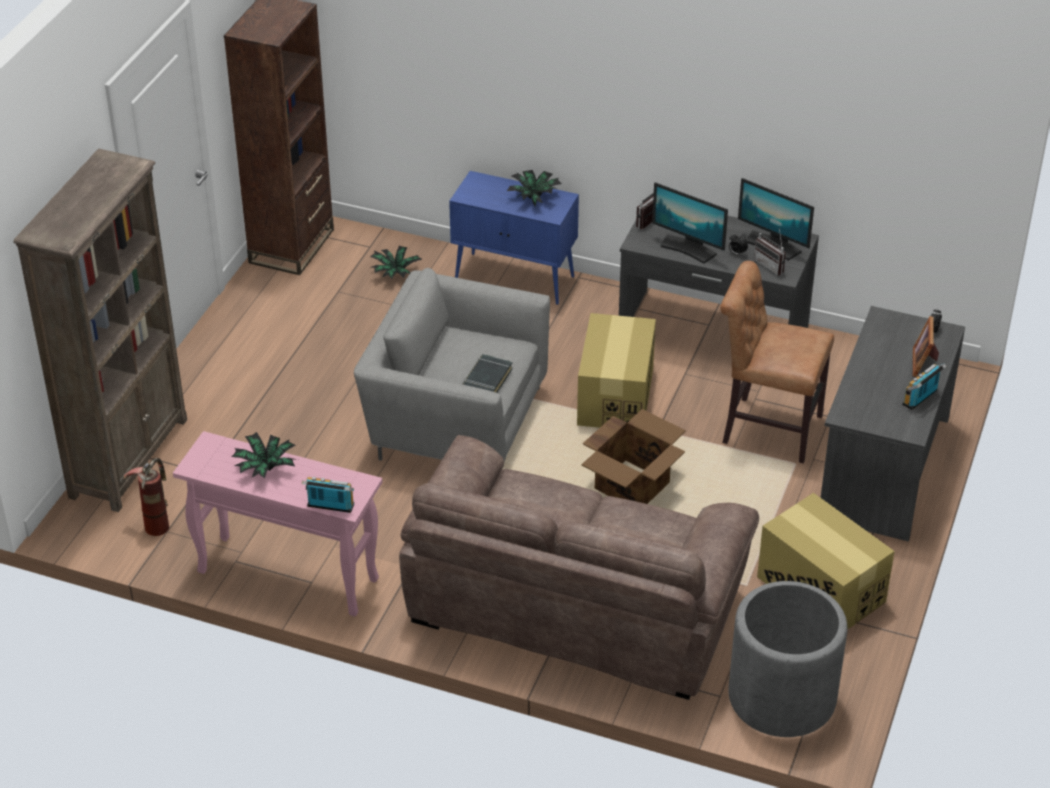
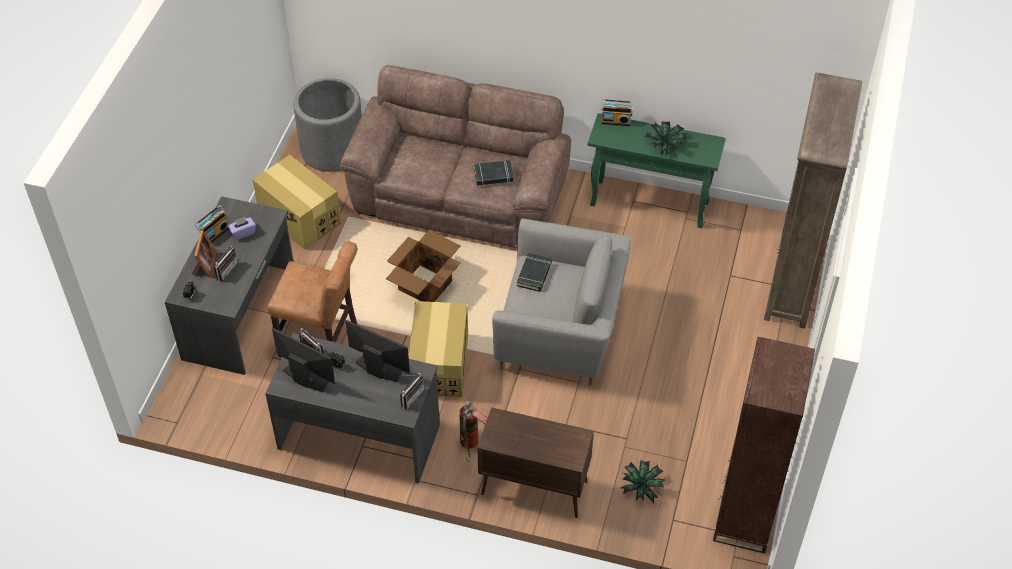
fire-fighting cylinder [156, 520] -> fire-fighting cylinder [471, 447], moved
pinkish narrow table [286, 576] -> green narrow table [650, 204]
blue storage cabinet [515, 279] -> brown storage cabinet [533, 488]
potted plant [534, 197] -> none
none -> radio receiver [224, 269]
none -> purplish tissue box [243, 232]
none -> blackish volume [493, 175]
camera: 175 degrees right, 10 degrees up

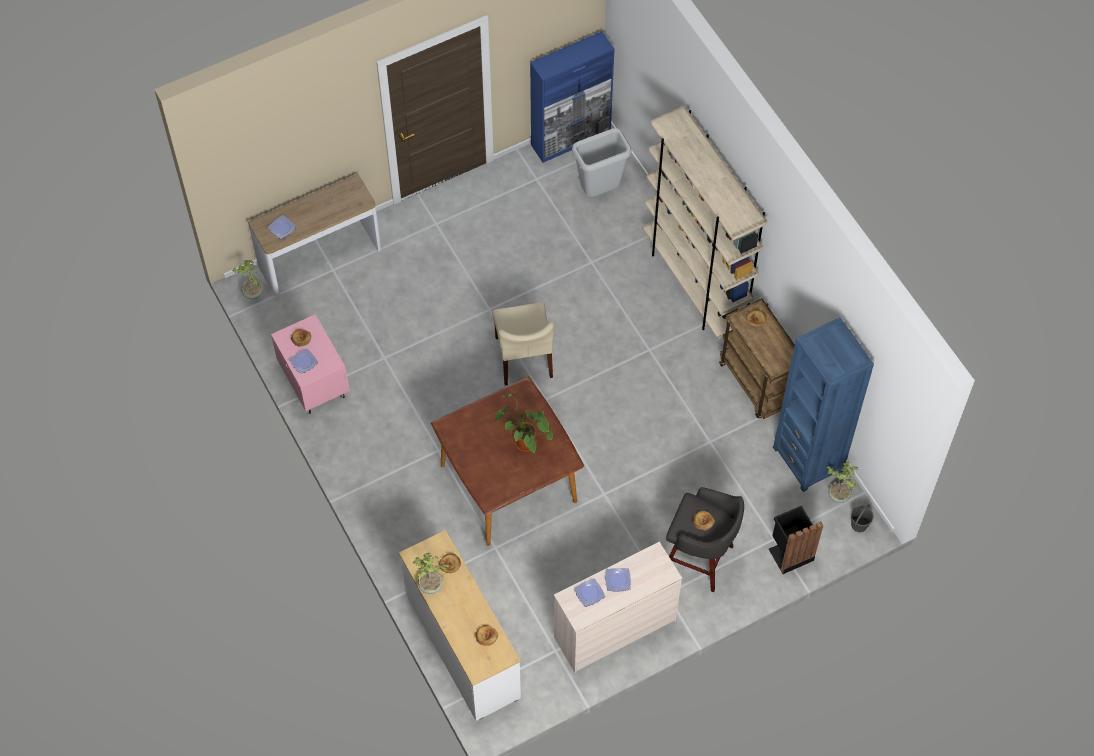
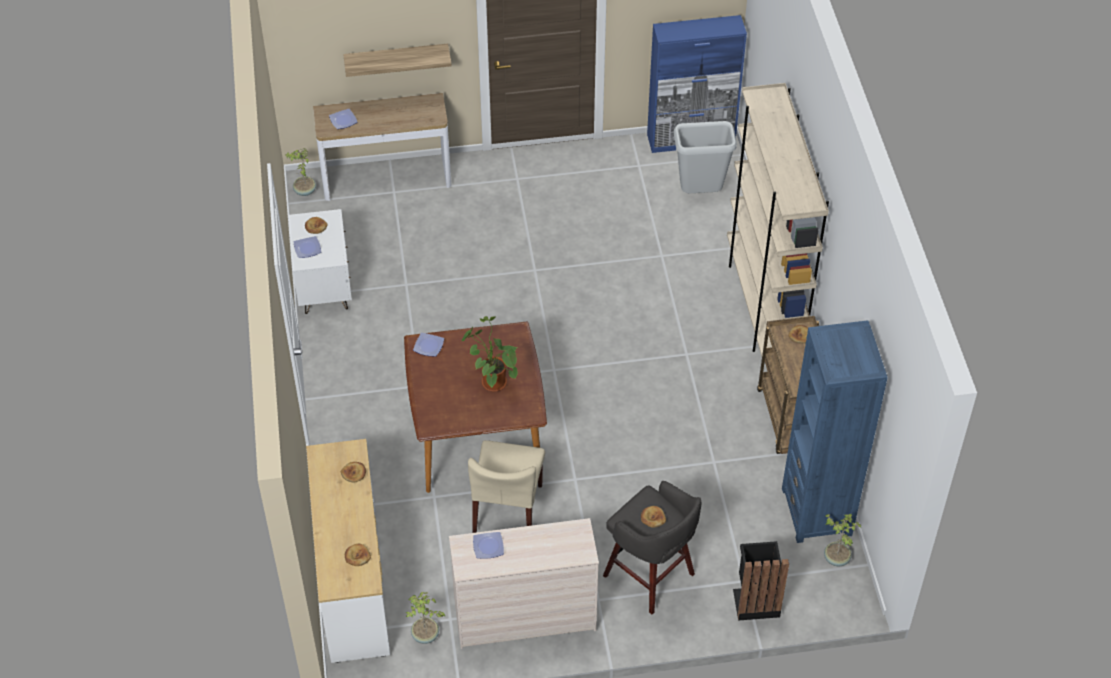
pinkish nightstand [314, 384] -> white nightstand [324, 288]
potted plant [430, 586] -> potted plant [425, 636], moved
beige-coloured upright chair [524, 357] -> beige-coloured upright chair [508, 509], moved
flat dish [617, 580] -> flat dish [428, 346], moved
grey water bucket [859, 525] -> none
none -> wall shelf [396, 59]
camera: 20 degrees right, 10 degrees down

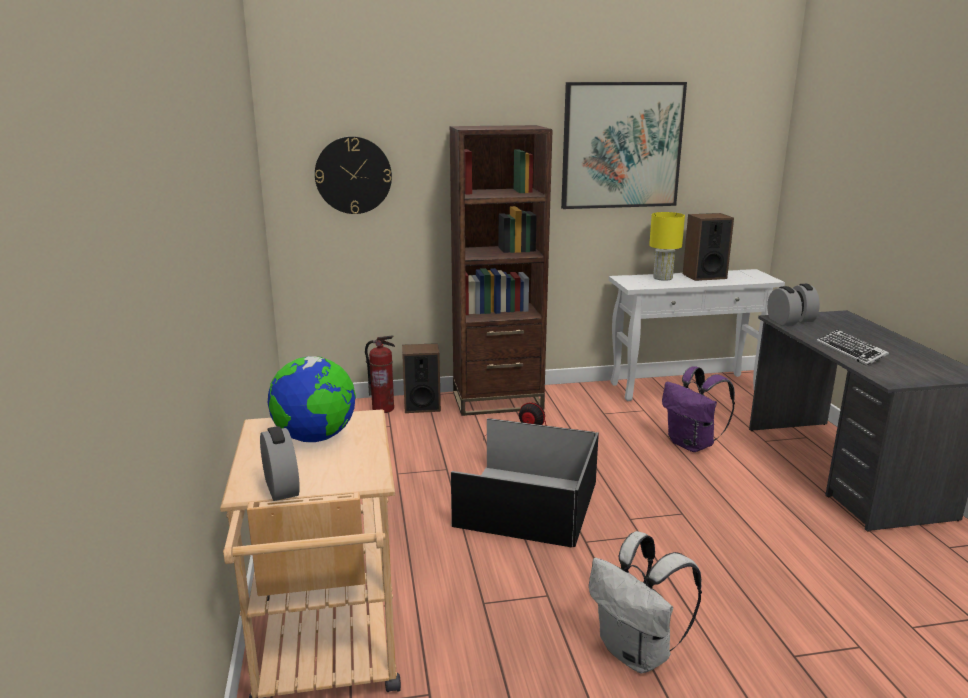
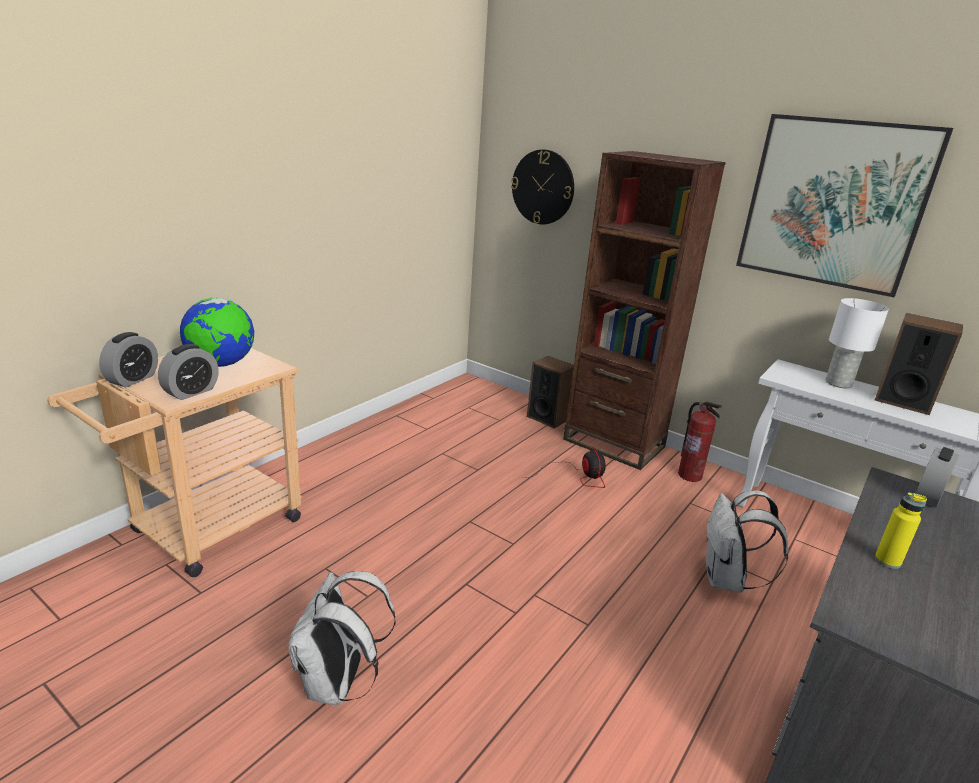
fire-fighting cylinder [383, 408] -> fire-fighting cylinder [690, 475], moved
blackish storage bin [527, 502] -> none
yellow lamp for a table [663, 278] -> white lamp for a table [839, 383]
purplish knapsack [692, 445] -> white knapsack [726, 580]
table clock [782, 321] -> table clock [191, 392], moved
computer keyboard [850, 352] -> yellow bottle [887, 561]
camera: 45 degrees right, 5 degrees up

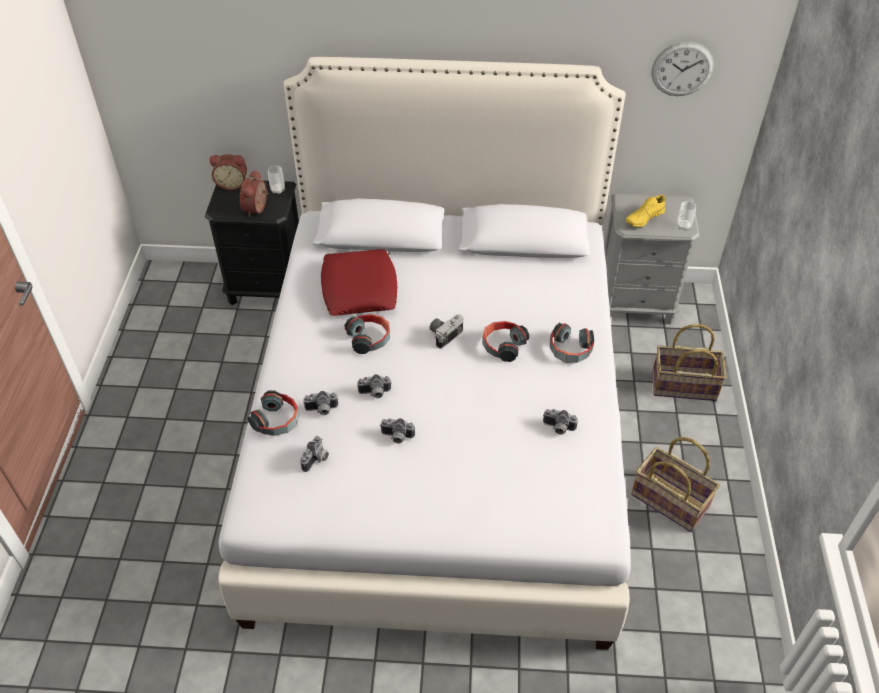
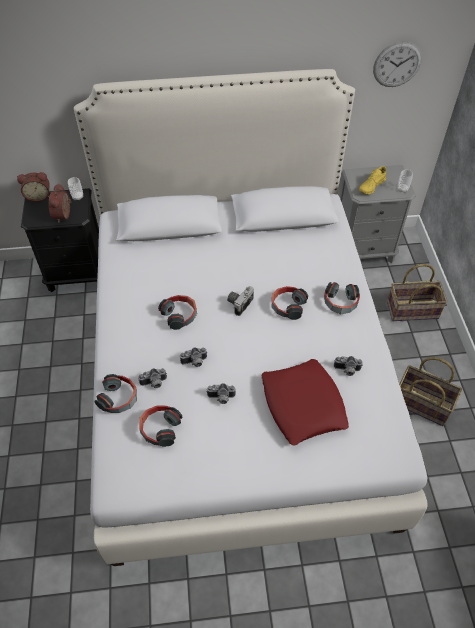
photo camera [317, 460] -> headphones [160, 428]
red throw pillow [359, 288] -> red throw pillow [302, 404], moved
camera: 10 degrees left, 5 degrees up

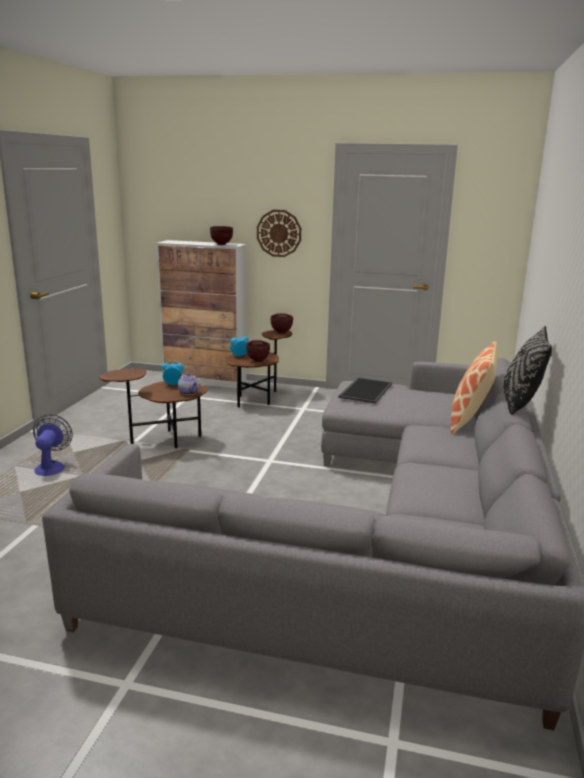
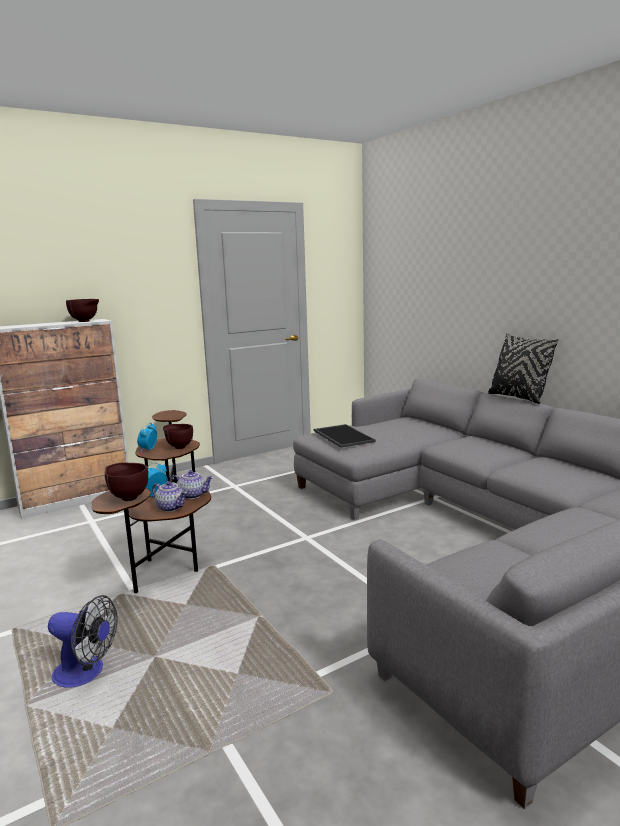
electric fan [51, 466] -> electric fan [86, 673], 150 degrees clockwise
wall clock [279, 233] -> none
brown bowl [281, 332] -> brown bowl [128, 497], moved
throw pillow [470, 420] -> none
none -> pot for tea [171, 507]
camera: 45 degrees left, 5 degrees down

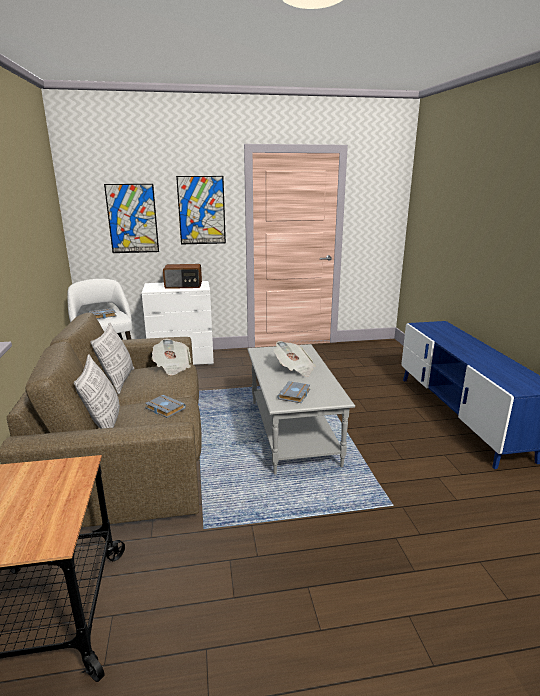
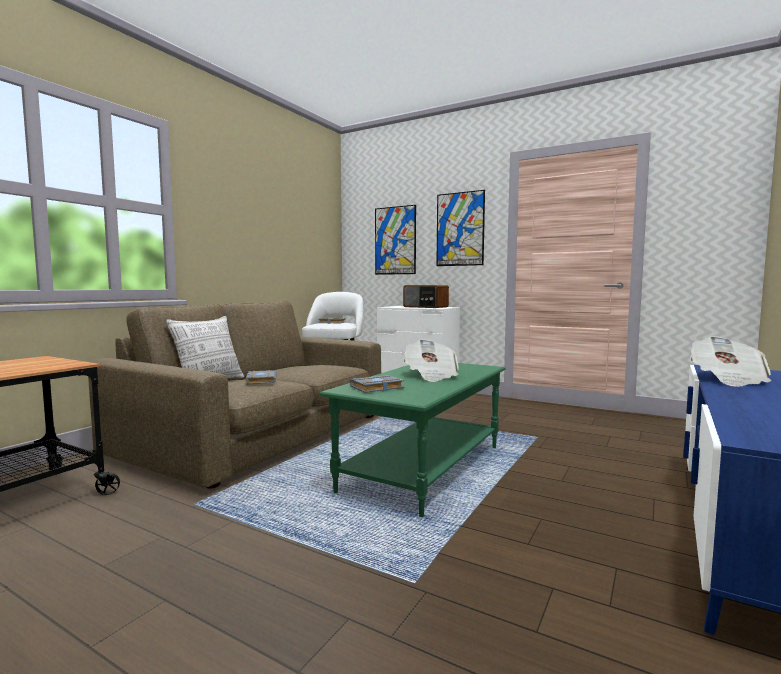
throw pillow [118, 381] -> none
daily paper [172, 367] -> daily paper [727, 380], moved
grey coffee table [291, 431] -> green coffee table [423, 467]
camera: 40 degrees right, 15 degrees down

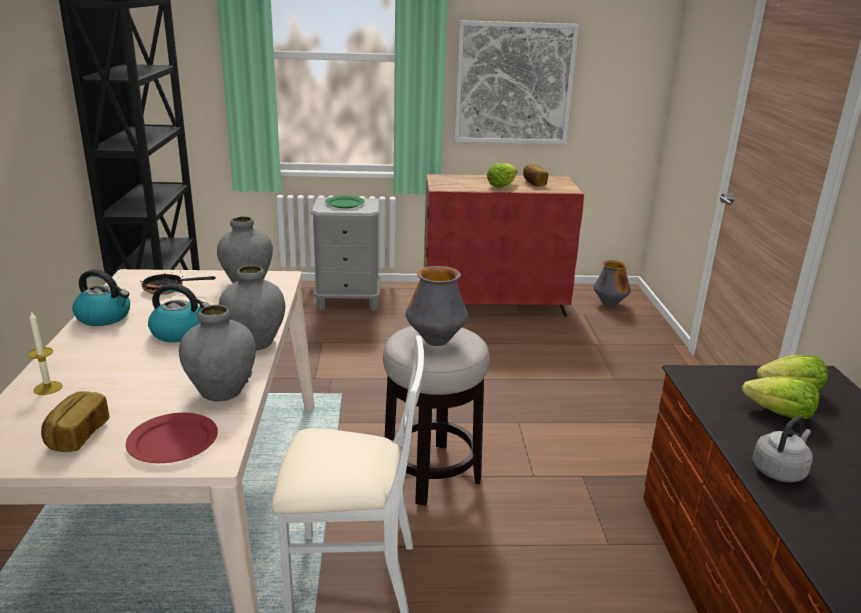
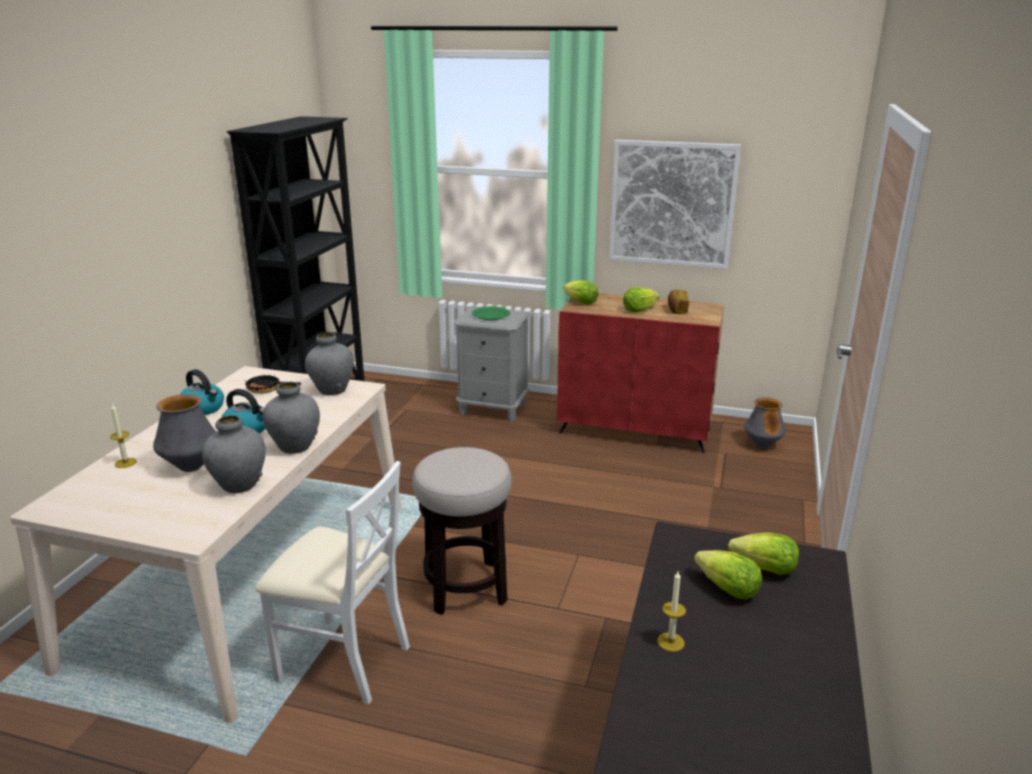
bread [77, 435] -> none
red flat dish [172, 441] -> none
flower vase [436, 341] -> flower vase [190, 467], moved
grey kettle [780, 470] -> wax light [670, 642]
none -> lettuce [581, 302]
camera: 20 degrees right, 0 degrees up

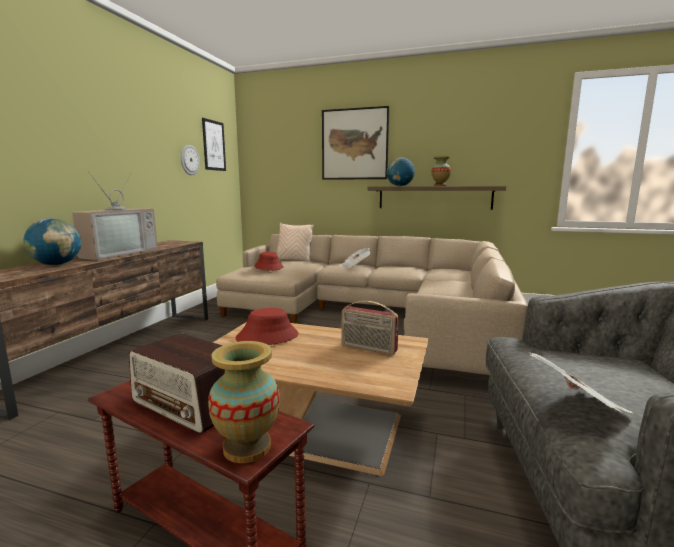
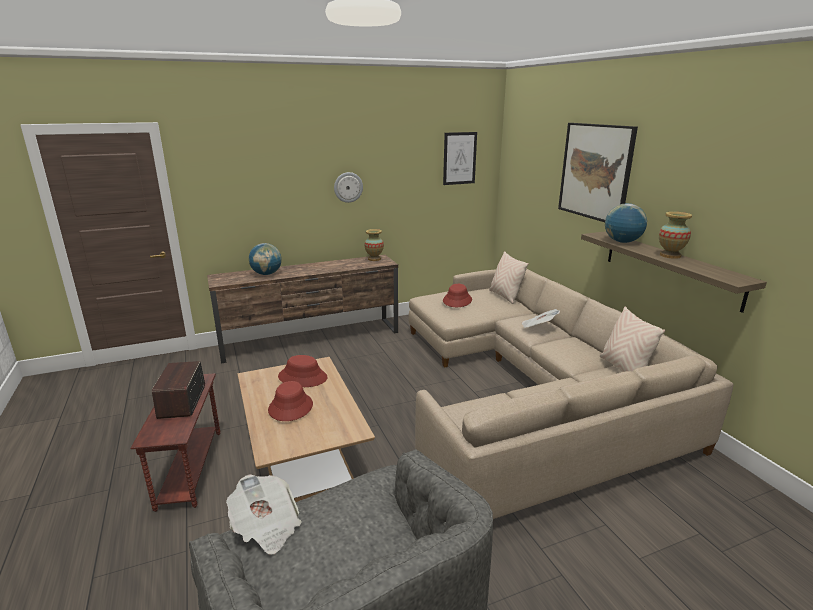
TV set [117, 253] -> none
wall clock [189, 160] -> wall clock [348, 187], moved
flower vase [247, 447] -> flower vase [374, 259], moved
radio receiver [368, 348] -> none
none -> red clothing hat [290, 407]
none -> beige-coloured throw pillow [624, 369]
camera: 50 degrees right, 10 degrees up

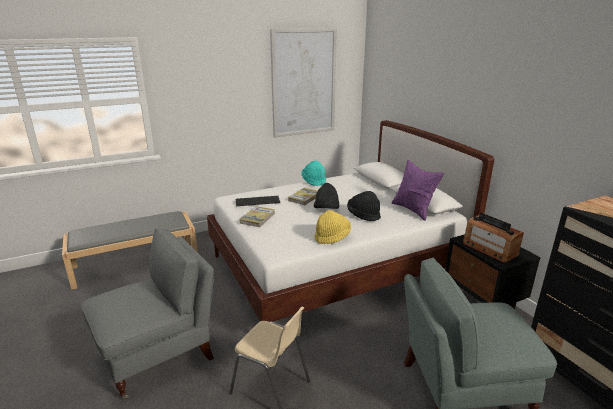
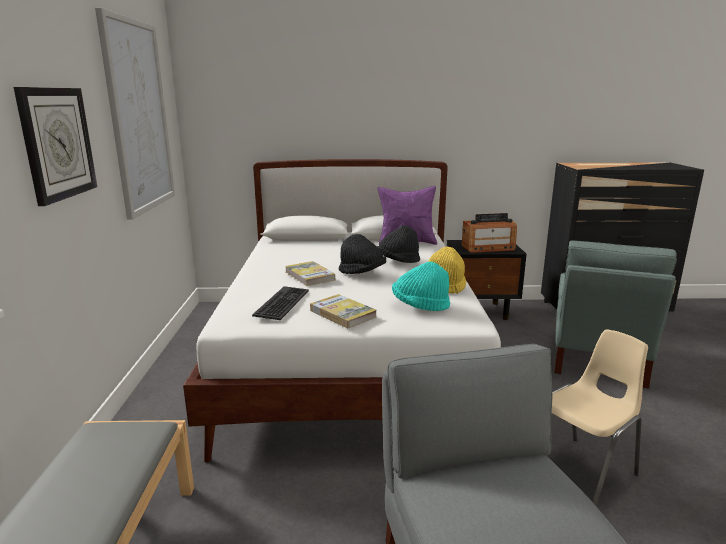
blue-green clothing hat [314, 181] -> blue-green clothing hat [420, 306], moved
none -> wall clock [57, 143]
camera: 65 degrees left, 5 degrees down

